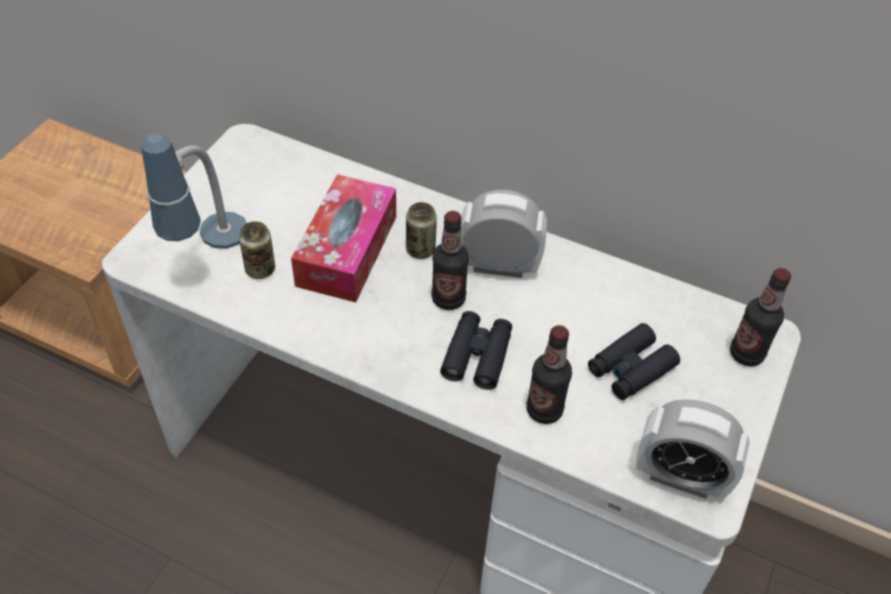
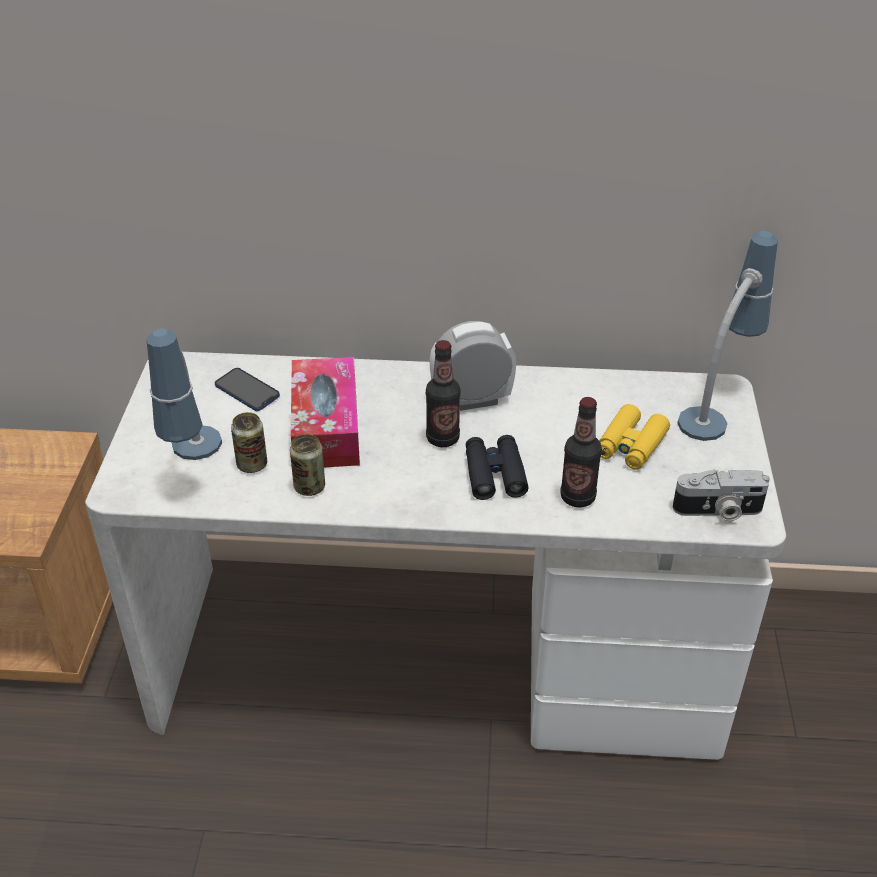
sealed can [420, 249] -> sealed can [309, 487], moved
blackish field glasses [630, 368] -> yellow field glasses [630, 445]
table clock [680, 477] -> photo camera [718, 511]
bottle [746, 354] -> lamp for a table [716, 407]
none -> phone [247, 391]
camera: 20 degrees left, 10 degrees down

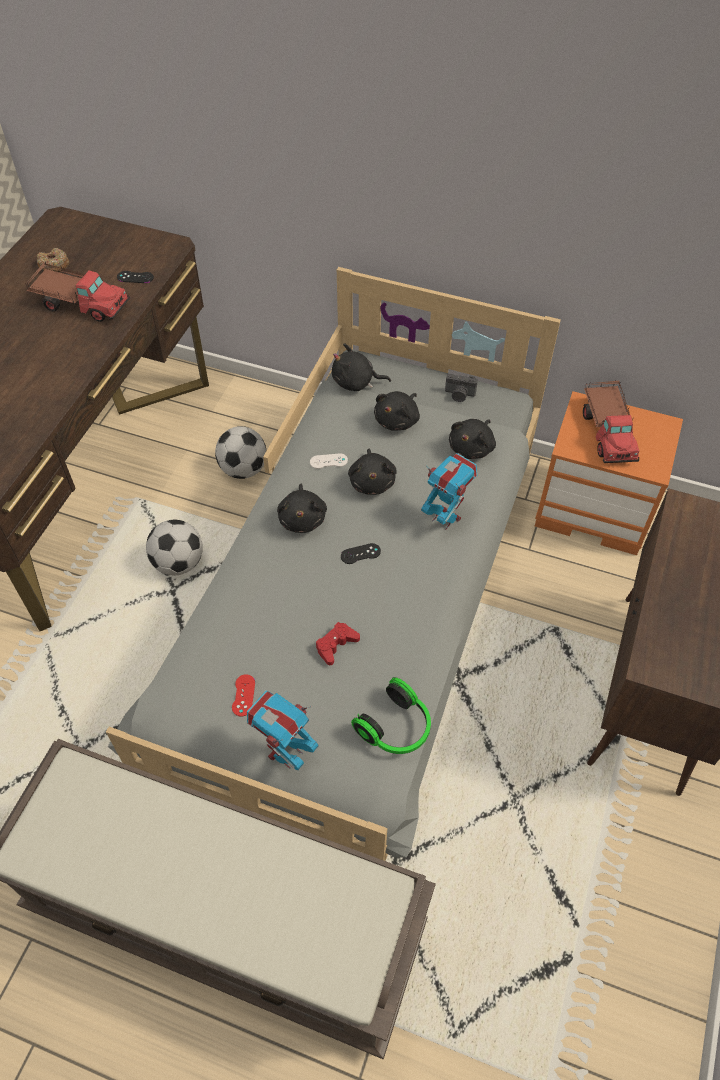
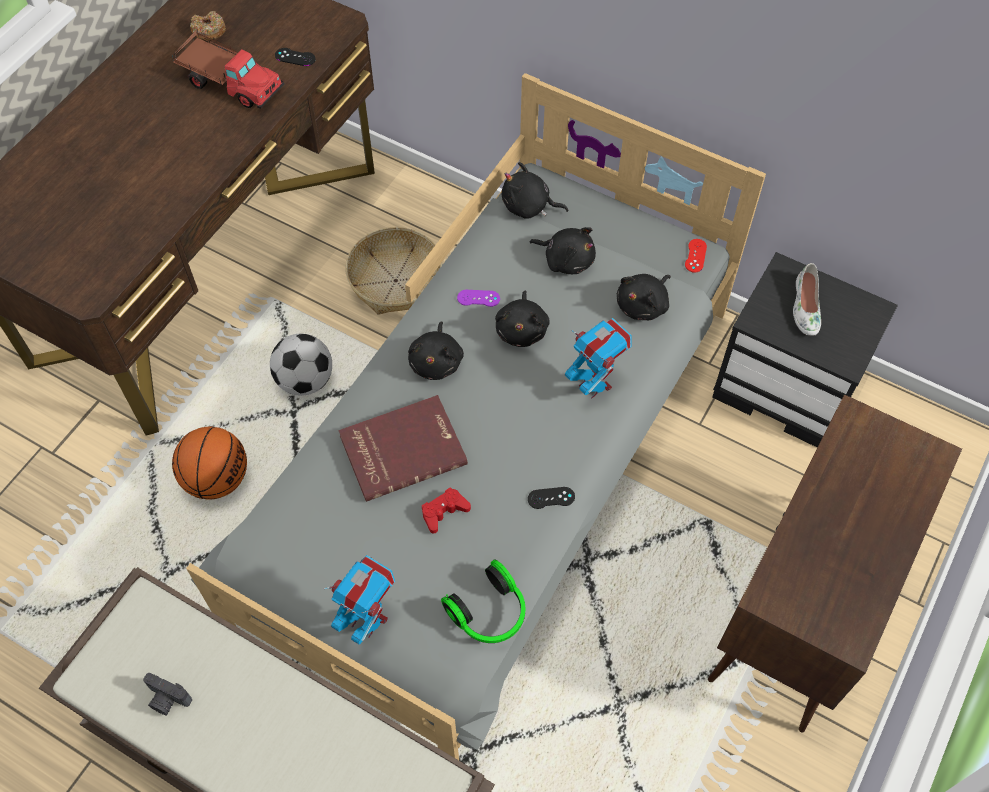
football [243, 469] -> household basket [395, 280]
red joypad [243, 695] -> red joypad [695, 256], moved
robot figure [286, 753] -> robot figure [368, 620], 75 degrees clockwise
white joypad [328, 461] -> purplish joypad [478, 298]
blackish joypad [360, 554] -> blackish joypad [551, 498], moved
blackish cuddly toy [398, 420] -> blackish cuddly toy [566, 260], 105 degrees counterclockwise
photo camera [459, 395] -> photo camera [167, 700], moved
orangey nightstand [595, 508] -> blackish nightstand [788, 386]
toy lorry [608, 430] -> white low shoe [805, 307]
none -> basketball [216, 479]
none -> red volume [402, 448]
camera: 10 degrees right, 5 degrees up

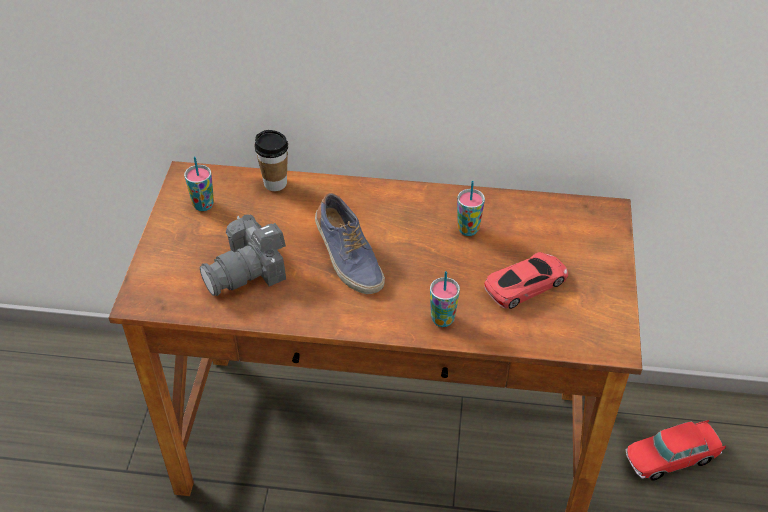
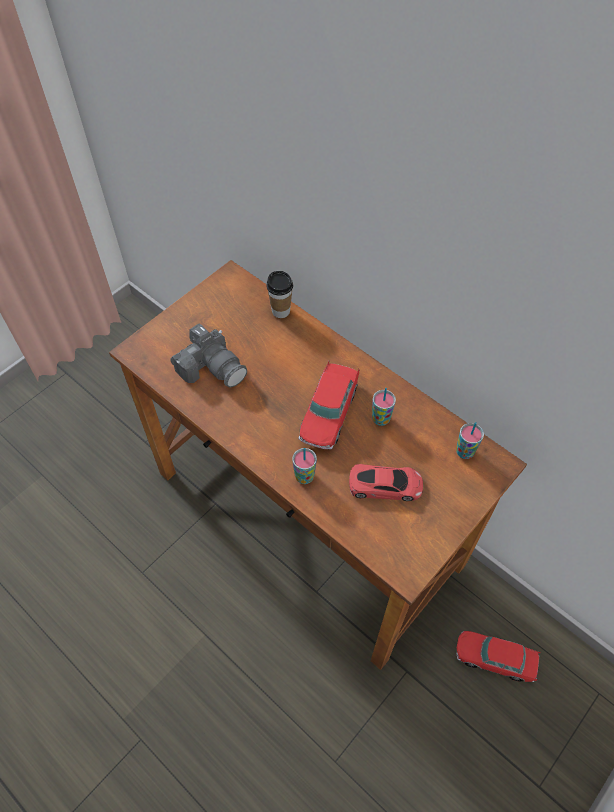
small cup [203, 205] -> small cup [464, 452], moved
photo camera [248, 271] -> photo camera [212, 367], 135 degrees counterclockwise
low shoe [347, 258] -> none
none -> miniature car [329, 413]
camera: 35 degrees right, 10 degrees up

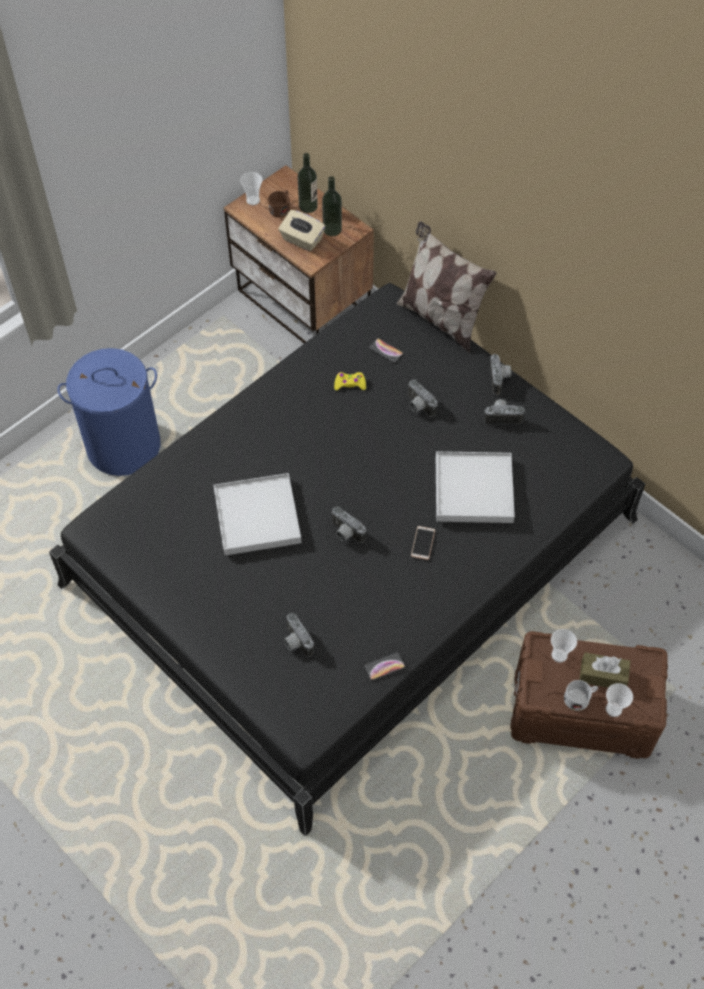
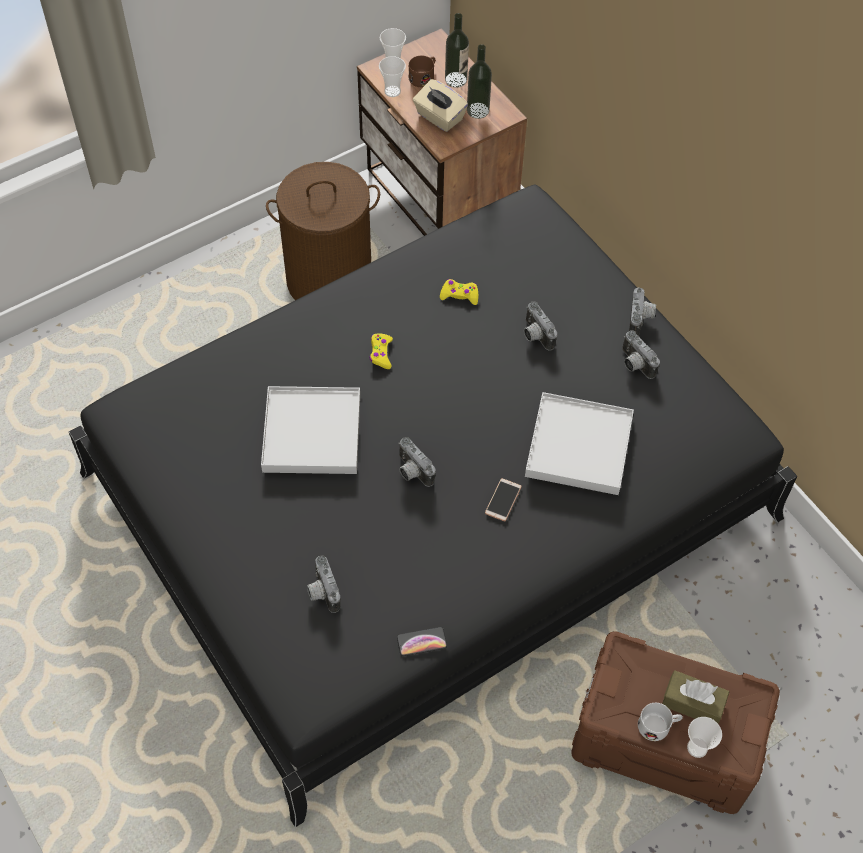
blue laundry basket [124, 445] -> none
phone [386, 351] -> none
throw pillow [440, 318] -> none
photo camera [502, 416] -> photo camera [634, 364], 135 degrees counterclockwise
small cup [559, 655] -> small cup [392, 91], moved
none -> brown laundry basket [330, 280]
none -> yellow joypad [381, 353]
camera: 10 degrees right, 0 degrees up

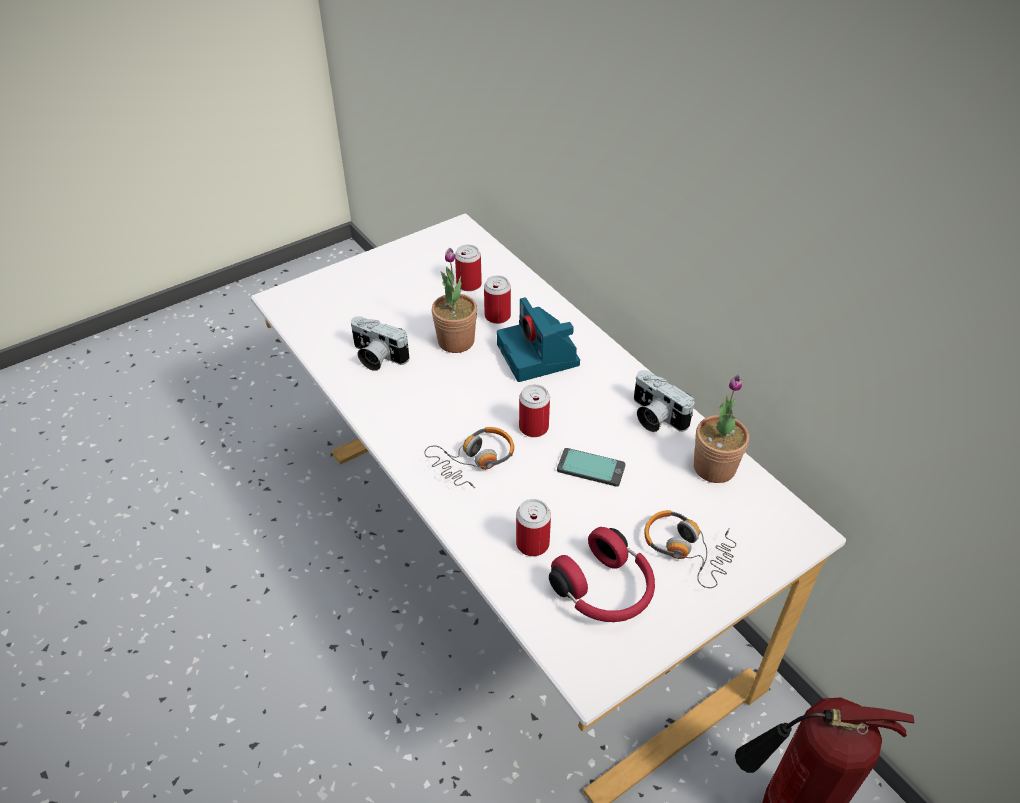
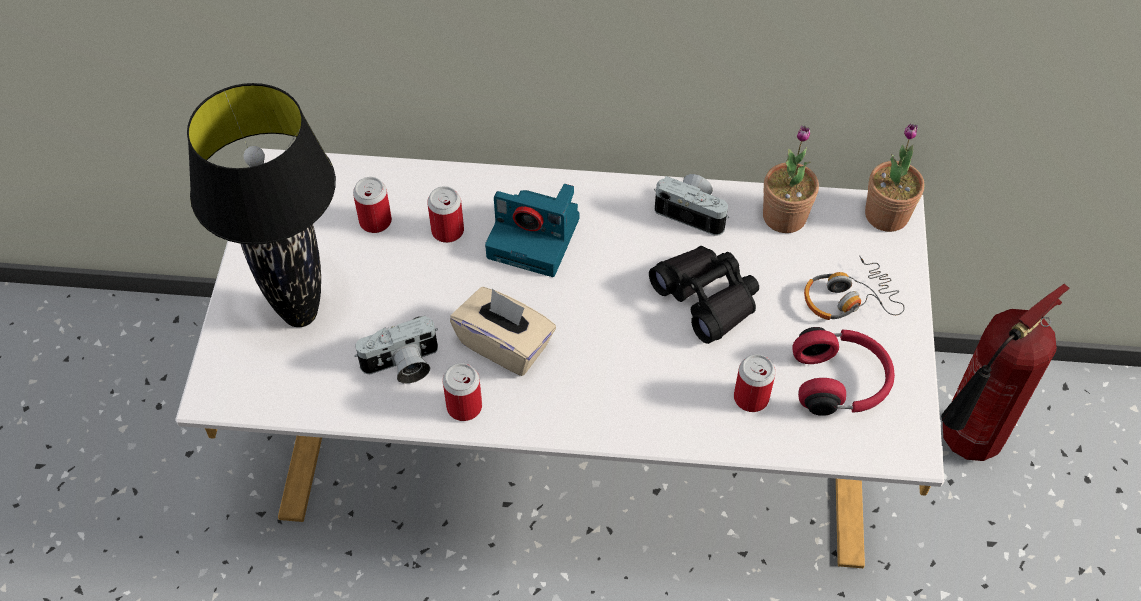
headphones [474, 461] -> none
potted plant [456, 341] -> potted plant [886, 215], moved
sealed can [533, 427] -> sealed can [464, 406], moved
phone [591, 468] -> blackish field glasses [707, 298]
photo camera [655, 417] -> photo camera [693, 212], 150 degrees counterclockwise
none -> blackish lamp for a table [301, 313]
none -> beige-coloured tissue box [505, 344]
camera: 50 degrees left, 10 degrees up

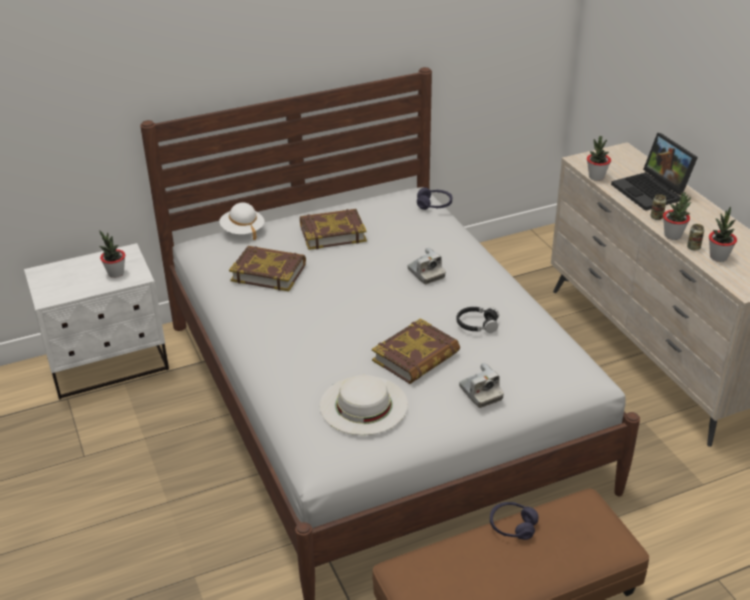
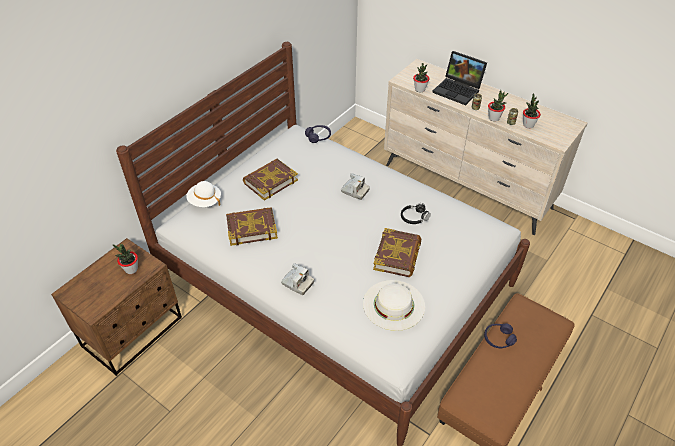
white nightstand [109, 365] -> brown nightstand [133, 332]
photo camera [480, 393] -> photo camera [297, 283], moved
camera: 30 degrees left, 10 degrees up

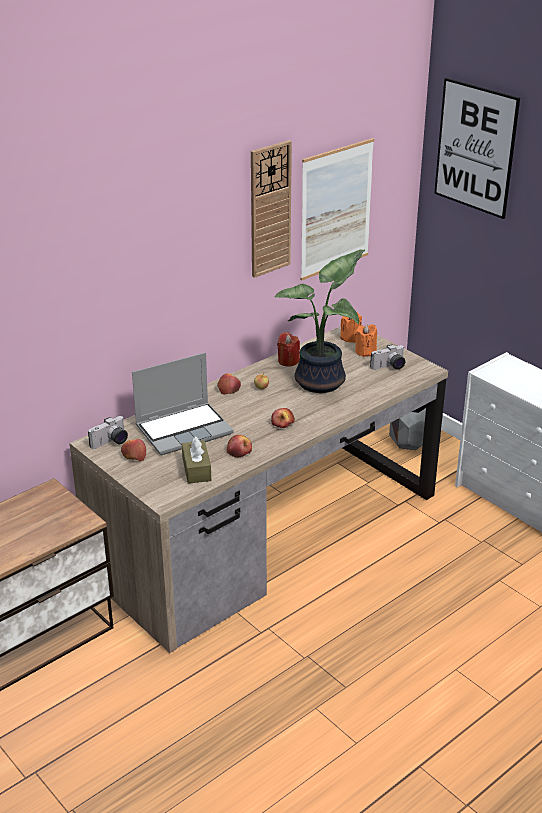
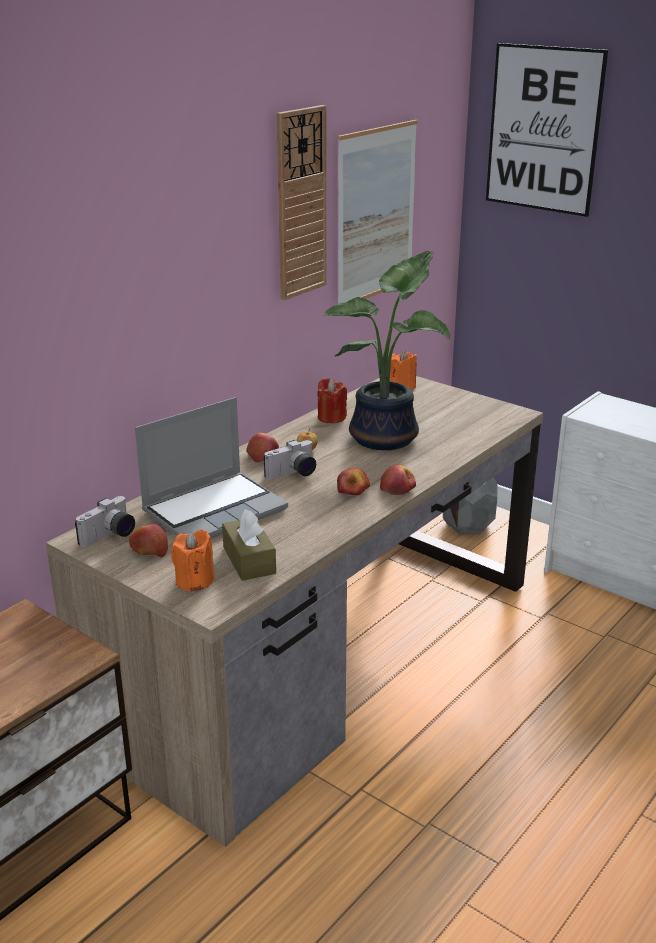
apple [239, 451] -> apple [398, 488], moved
orangey wax light [365, 351] -> orangey wax light [194, 580], moved
photo camera [389, 367] -> photo camera [293, 474], moved
camera: 10 degrees left, 5 degrees down

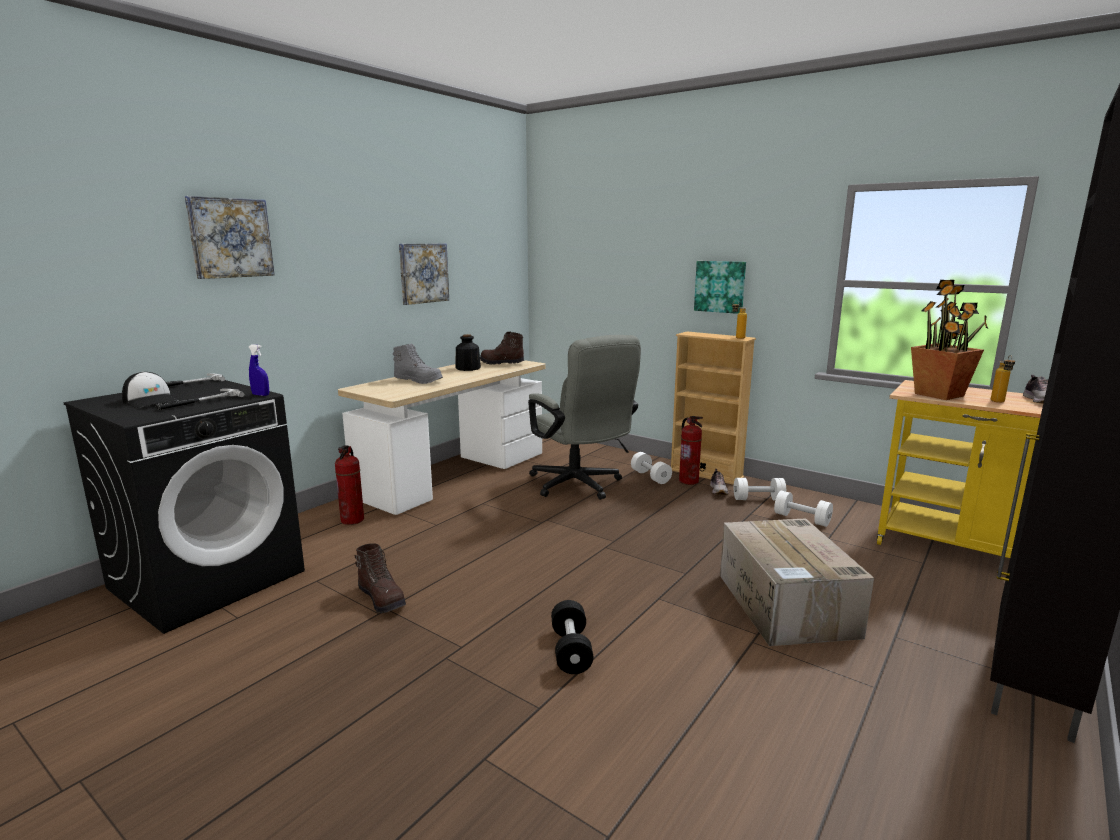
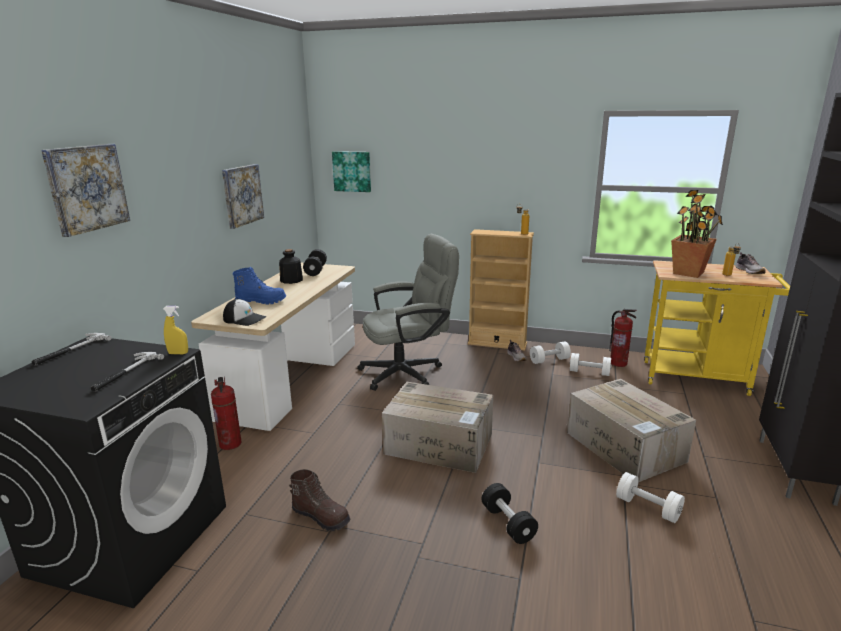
peaked cap [151, 401] -> peaked cap [244, 319], moved
blue hand sprayer [260, 395] -> yellow hand sprayer [178, 353]
grey boot [418, 381] -> blue boot [261, 301]
brown boot [501, 363] -> blackish free weight [316, 270]
grey computer chair [580, 486] -> grey computer chair [409, 372], 60 degrees counterclockwise
white free weight [650, 477] -> white free weight [648, 508], moved
fire-fighting cylinder [689, 481] -> fire-fighting cylinder [618, 363], moved
picture [720, 286] -> picture [352, 171], moved
none -> cardboard box [440, 444]
camera: 20 degrees left, 5 degrees up

